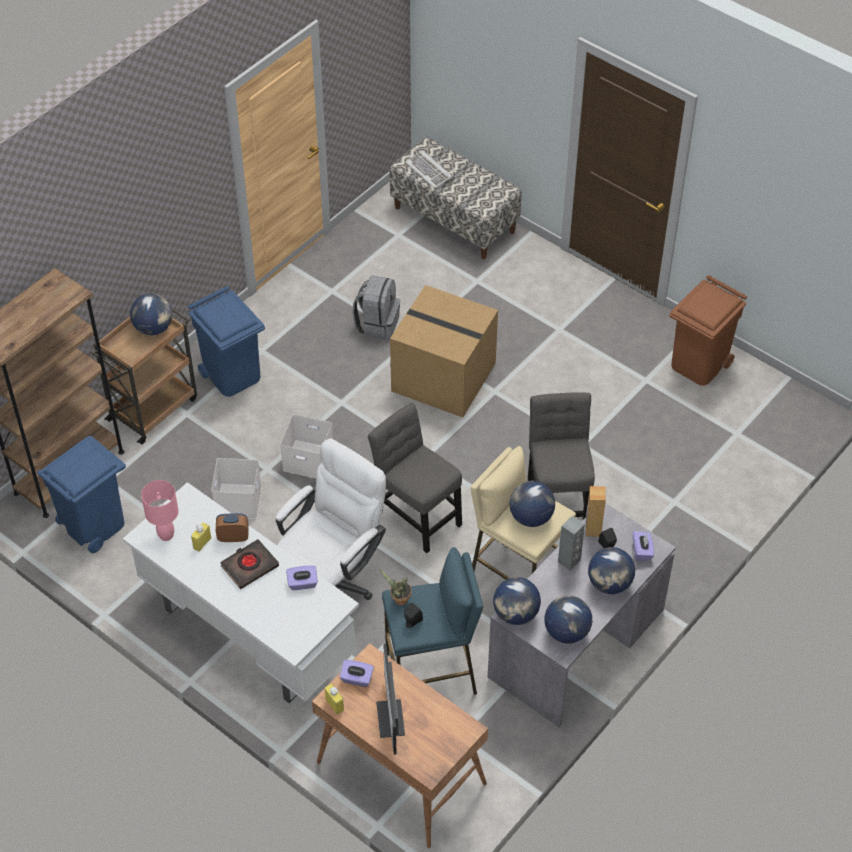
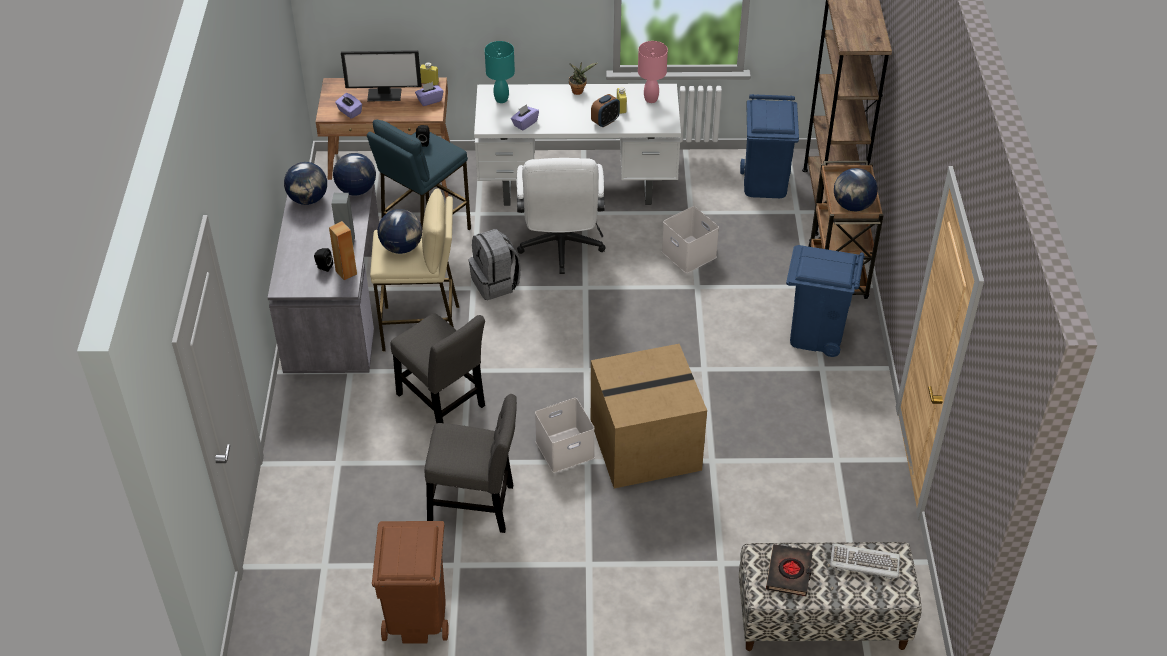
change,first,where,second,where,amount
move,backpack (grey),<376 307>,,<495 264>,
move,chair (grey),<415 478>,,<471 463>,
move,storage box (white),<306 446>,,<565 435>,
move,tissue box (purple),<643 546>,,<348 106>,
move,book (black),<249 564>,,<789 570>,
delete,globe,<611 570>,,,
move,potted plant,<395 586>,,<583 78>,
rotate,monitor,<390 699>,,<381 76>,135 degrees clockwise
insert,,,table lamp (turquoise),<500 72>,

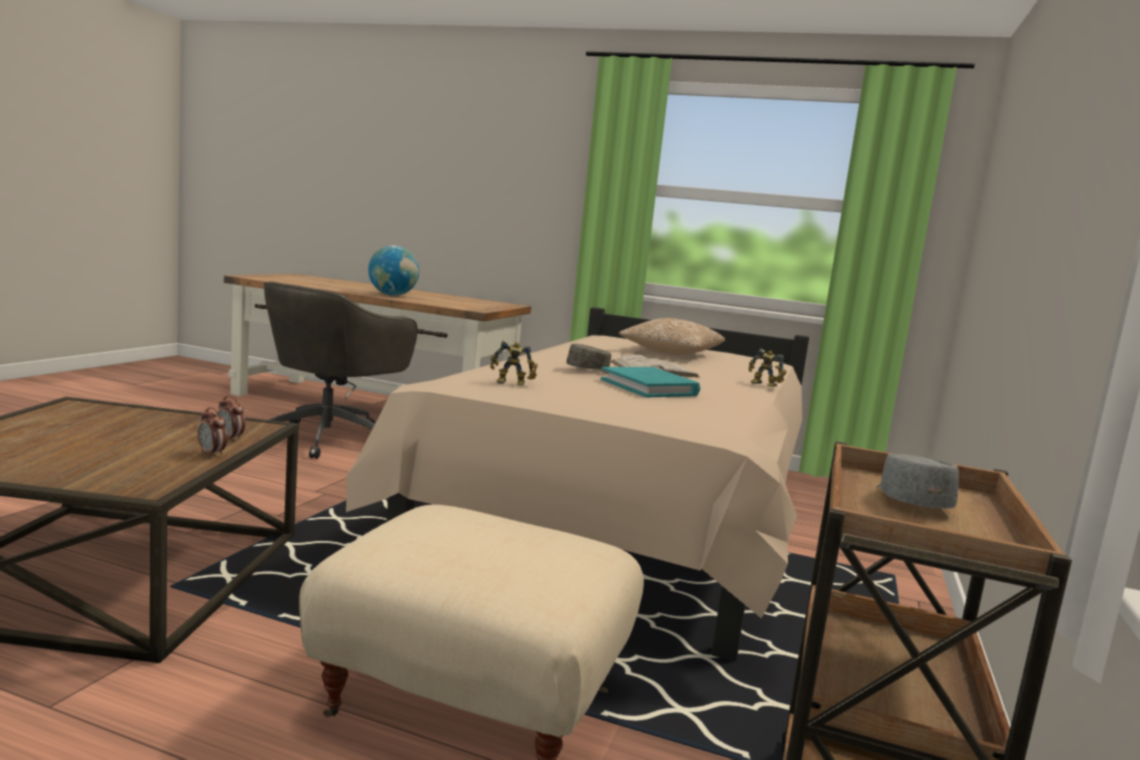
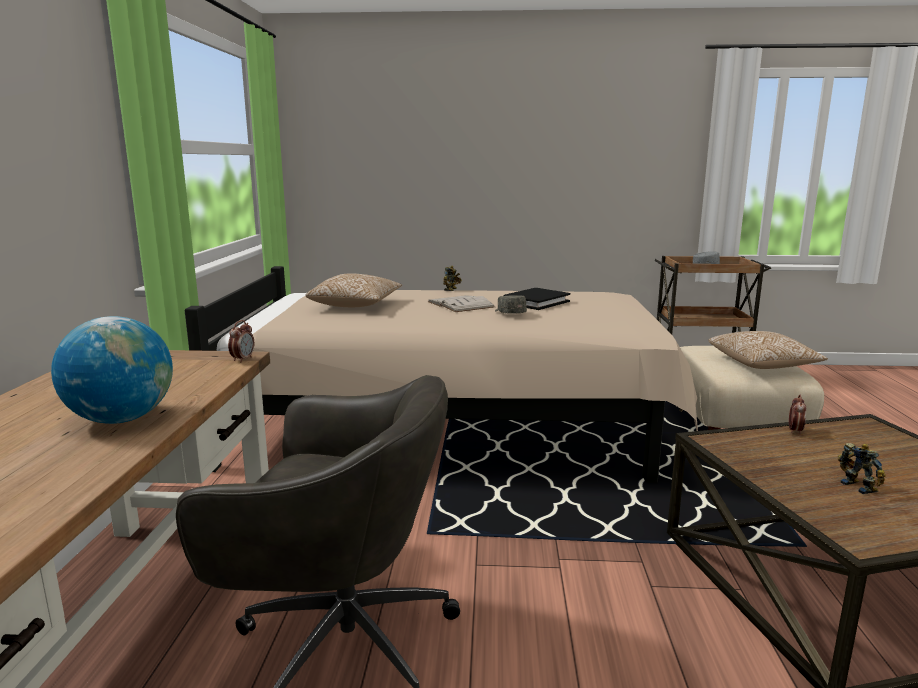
change,first,where,second,where,amount
move,toy robot,<514 363>,,<862 468>,
recolor,book (turquoise),<650 382>,book (black),<536 299>,
move,alarm clock,<230 418>,,<241 341>,
insert,,,pillow,<768 350>,

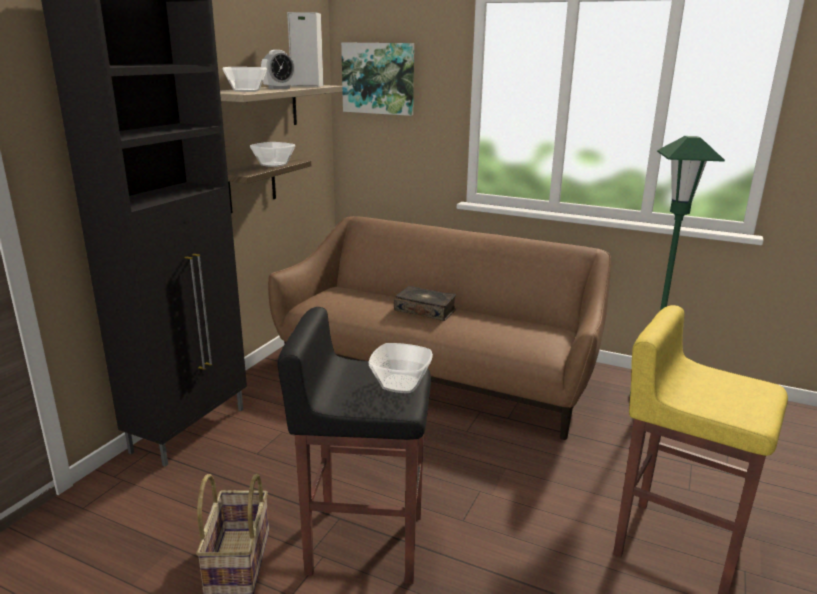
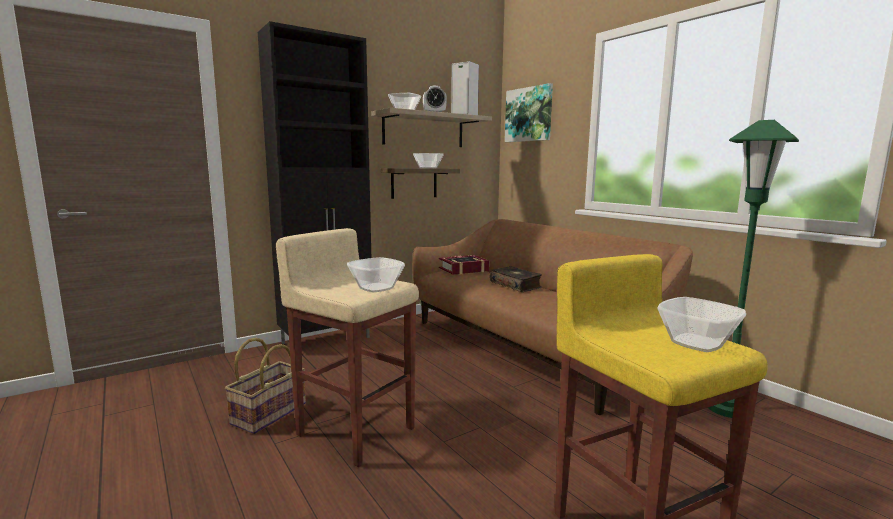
change,first,where,second,where,amount
recolor,stool (black),<354 445>,stool (beige),<347 347>,
insert,,,book,<464 265>,
insert,,,bowl,<701 324>,

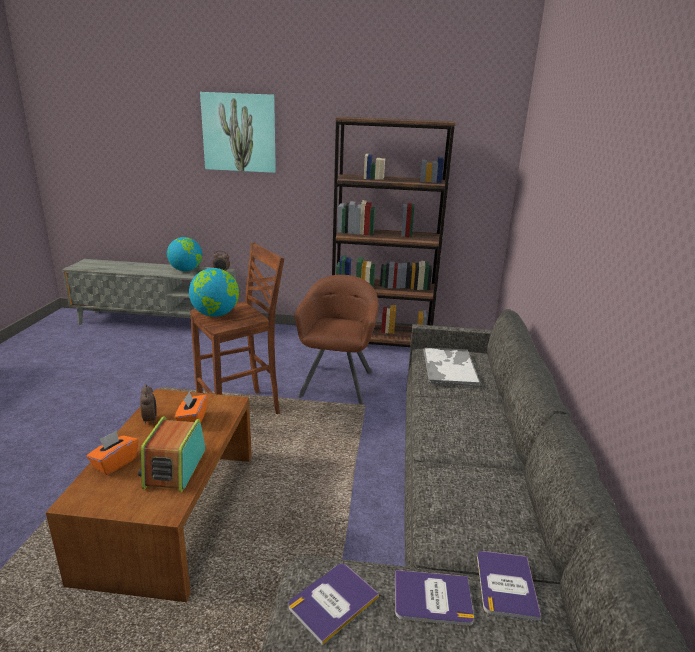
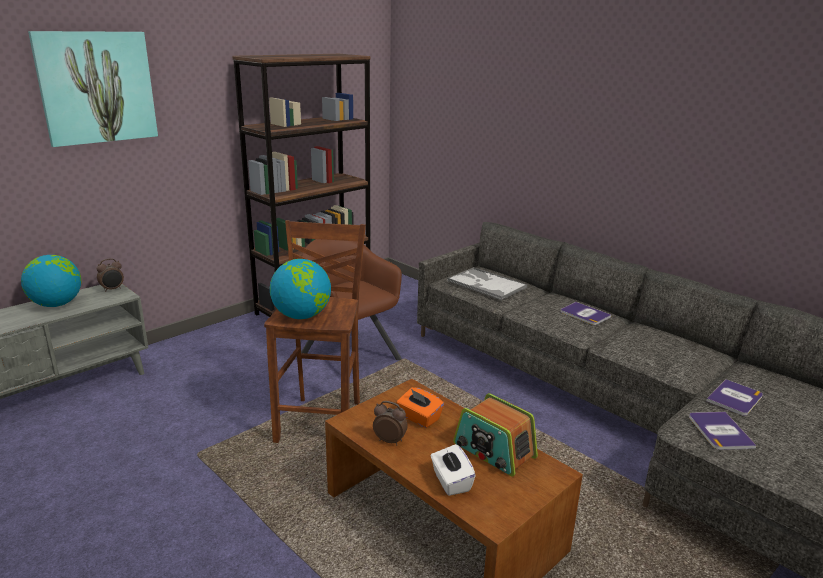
change,first,where,second,where,amount
recolor,tissue box (orange),<112 452>,tissue box (white),<453 470>,
move,book,<509 586>,,<586 313>,

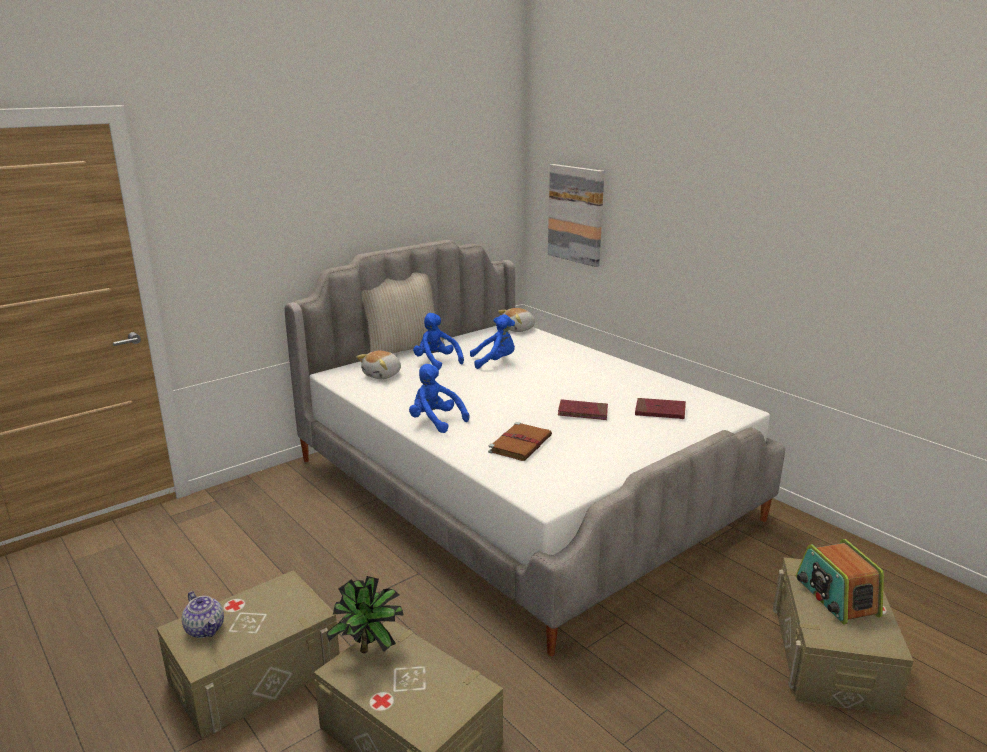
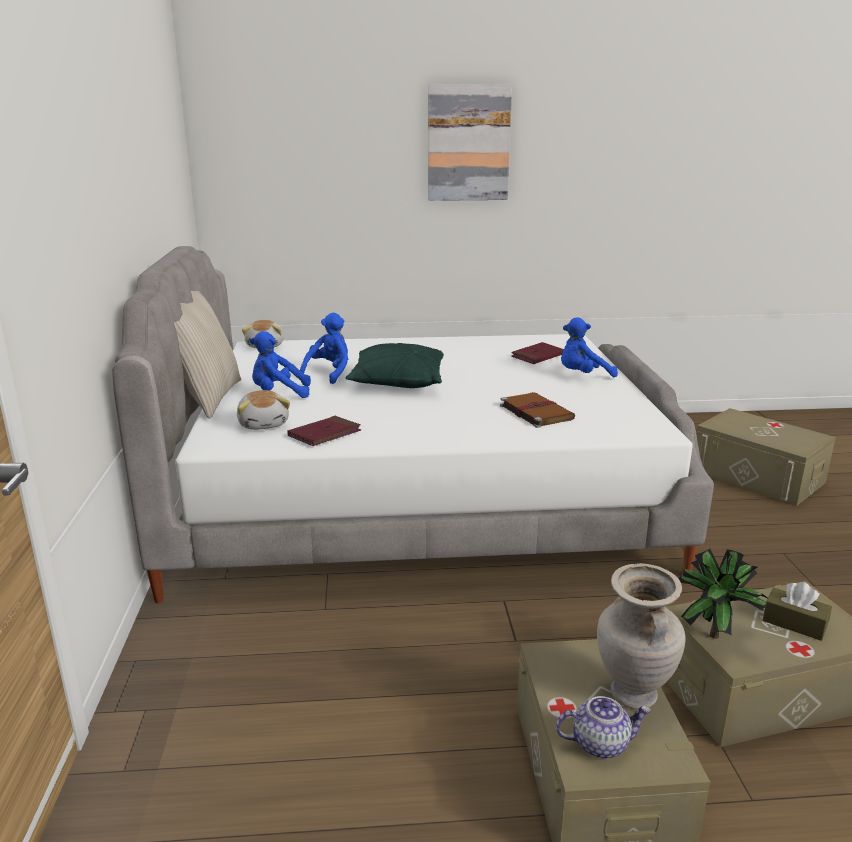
change,first,where,second,where,amount
move,picture,<576 215>,,<470 142>,
move,plush toy (blue),<439 398>,,<589 347>,
move,book (red),<583 409>,,<324 431>,
delete,radio,<840 581>,,,
insert,,,pillow (green),<394 365>,
insert,,,vase (beige),<641 636>,
insert,,,tissue box (brown),<797 611>,

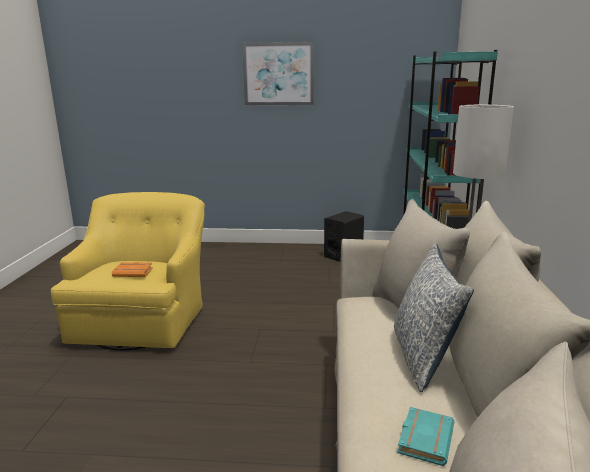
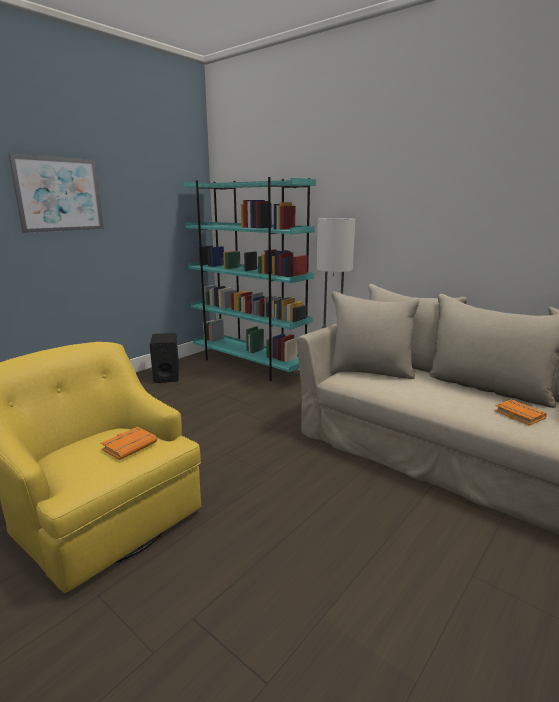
change,first,where,second,where,amount
delete,pillow,<434 317>,,,
recolor,book (turquoise),<425 436>,book (orange),<520 412>,

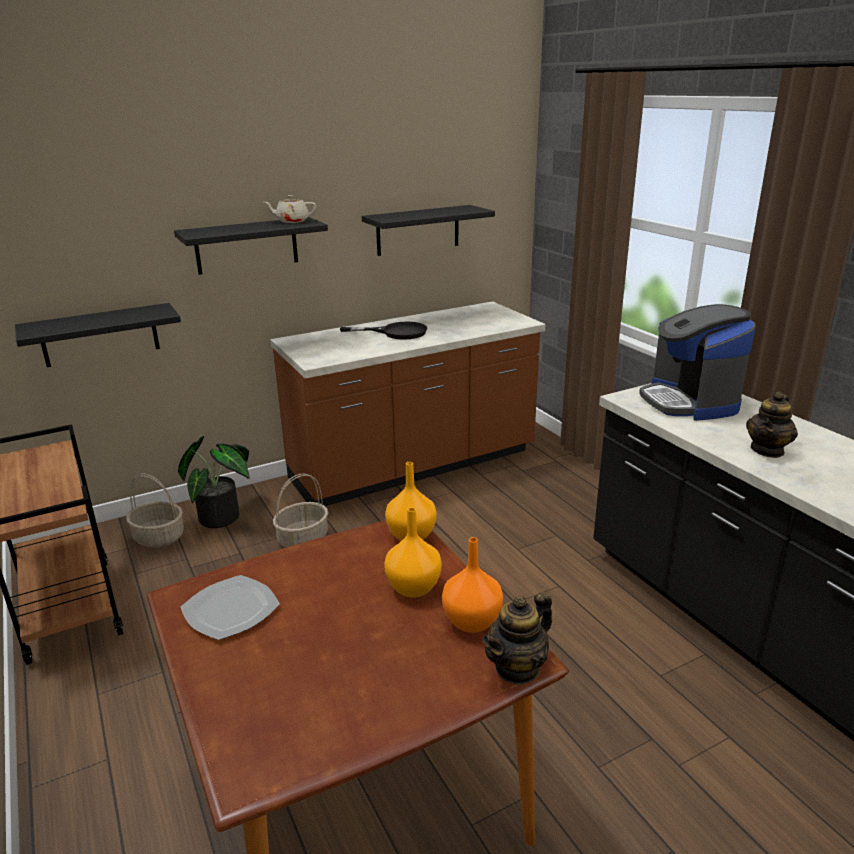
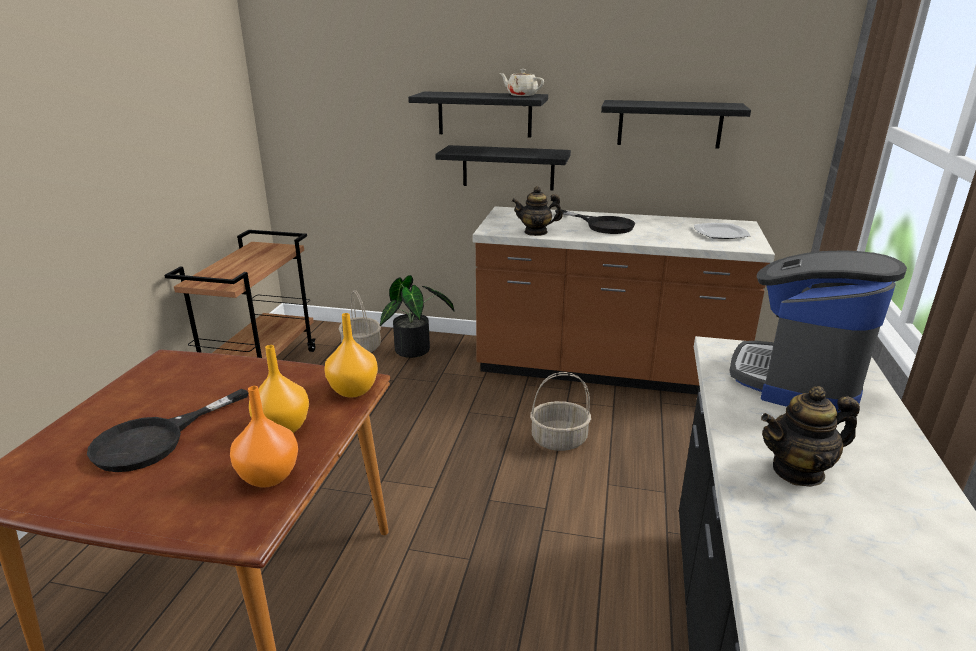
change,first,where,second,where,amount
move,shelf (black),<98 335>,,<503 167>,
move,basket,<300 510>,,<560 411>,
move,plate,<230 607>,,<722 231>,
move,teapot,<517 638>,,<537 211>,
insert,,,frying pan (black),<168 430>,

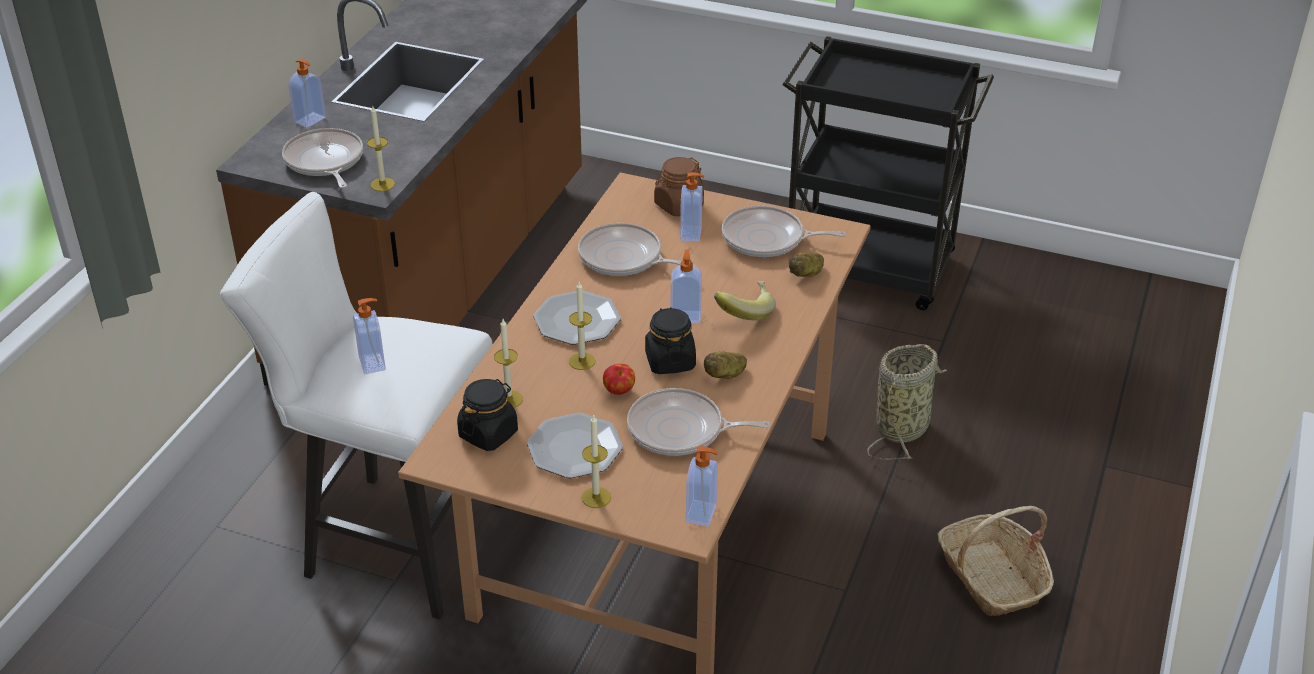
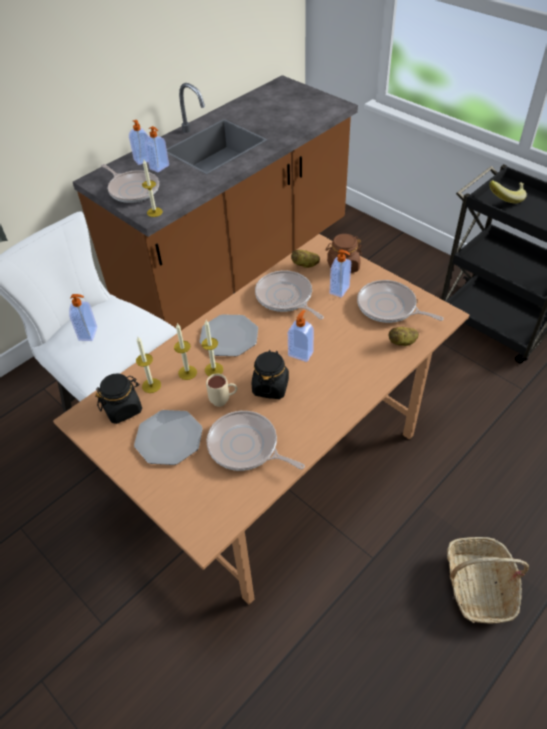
change,first,where,second,where,amount
rotate,frying pan,<322 158>,,<130 183>,135 degrees clockwise
move,banana,<745 300>,,<508 191>,
delete,basket,<907 401>,,,
move,potato,<725 365>,,<305 259>,
replace,apple,<619 379>,mug (beige),<221 390>,
move,candle,<596 461>,,<185 351>,
move,soap dispenser,<702 486>,,<157 149>,

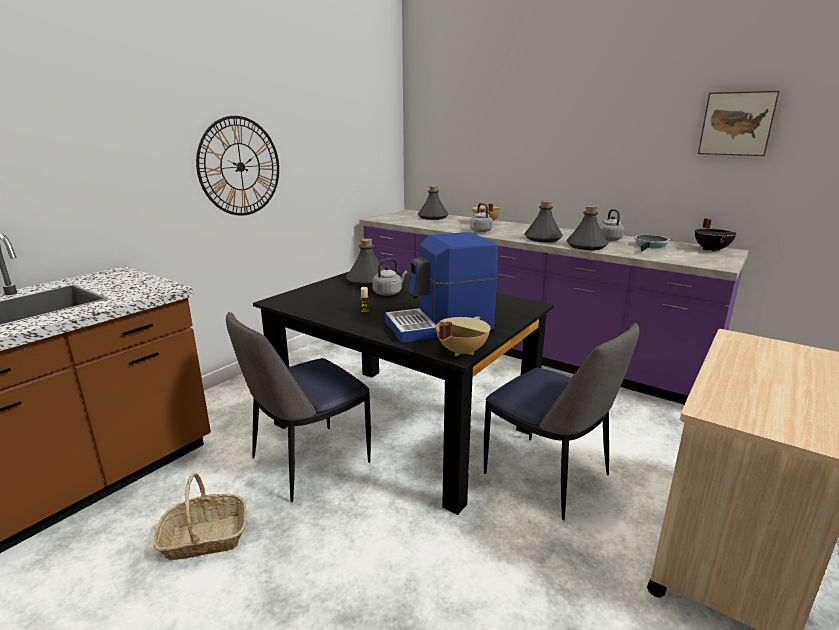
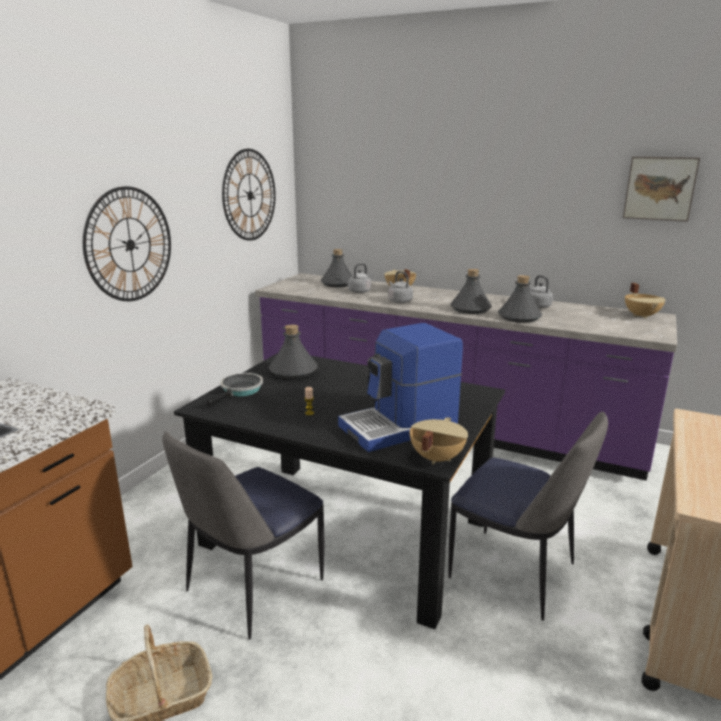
change,first,where,second,where,amount
recolor,cooking pot (black),<715 235>,cooking pot (beige),<645 301>,
move,frying pan,<652 243>,,<235 390>,
move,kettle (grey),<389 277>,,<361 278>,
insert,,,wall clock,<249 195>,

